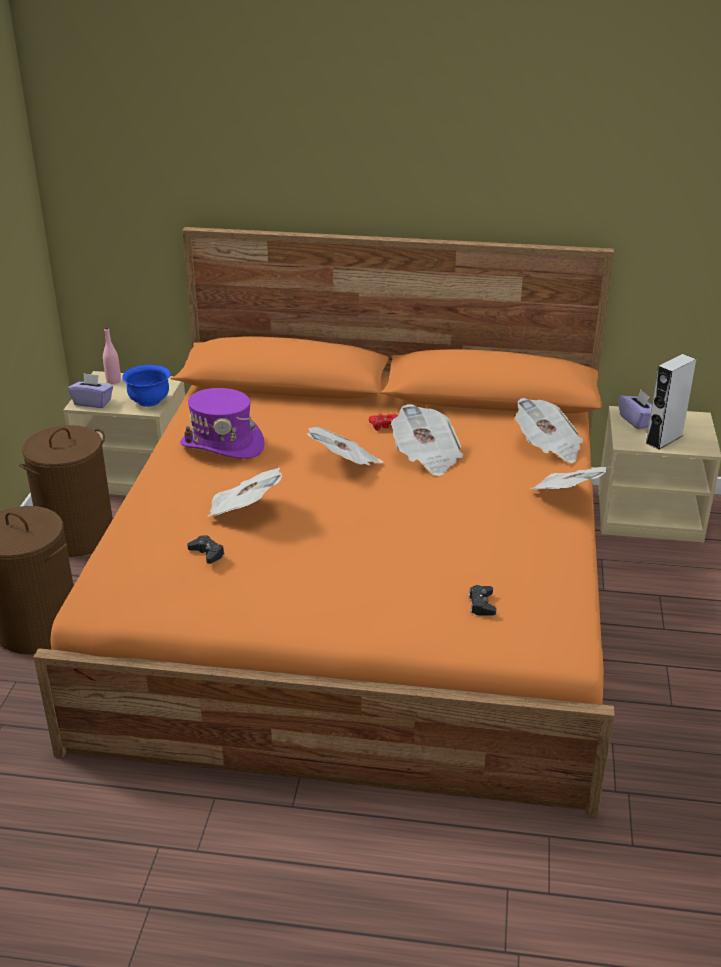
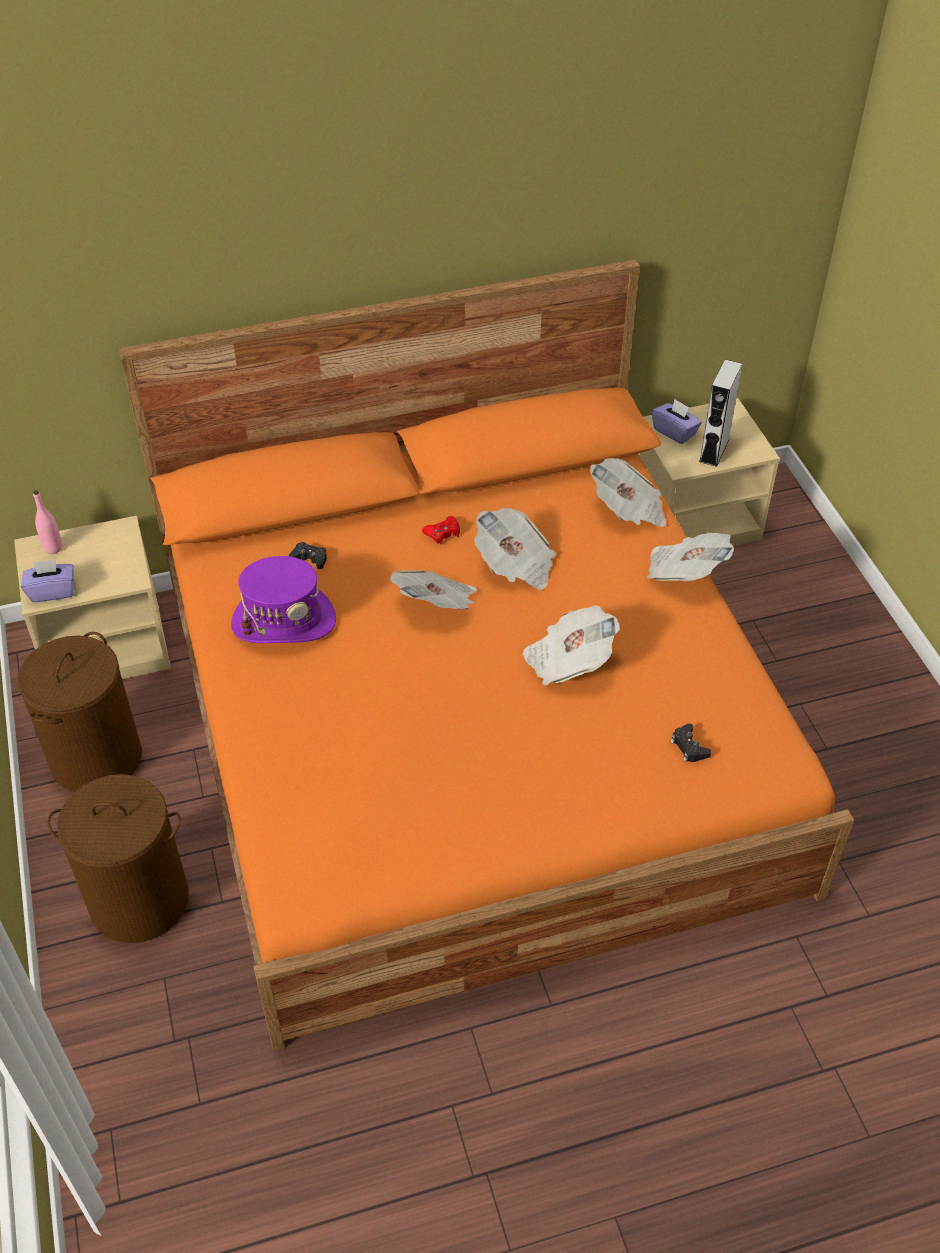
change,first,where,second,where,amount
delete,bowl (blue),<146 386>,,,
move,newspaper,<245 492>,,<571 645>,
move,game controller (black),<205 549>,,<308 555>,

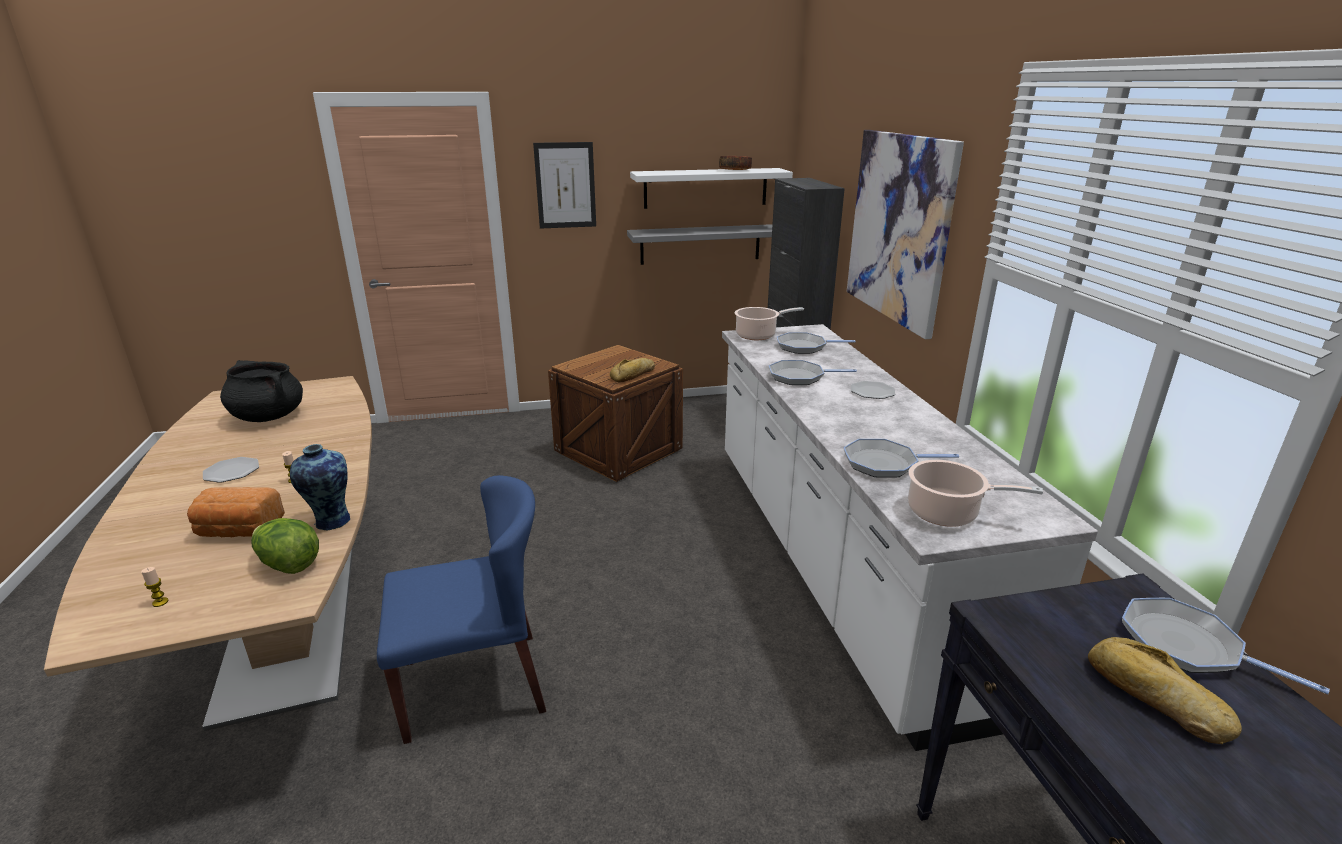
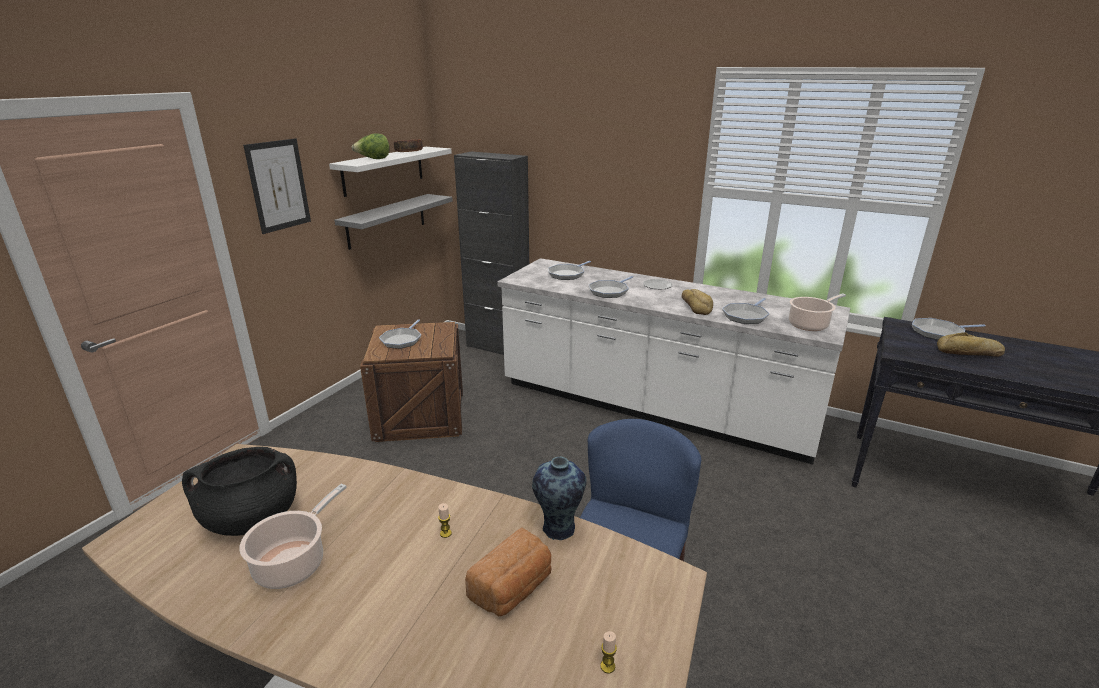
change,first,where,second,where,amount
delete,picture,<905 234>,,,
move,cooking pot,<769 323>,,<293 536>,
move,bread,<632 370>,,<697 302>,
delete,plate,<231 470>,,,
move,lettuce,<285 546>,,<370 146>,
insert,,,frying pan,<400 334>,

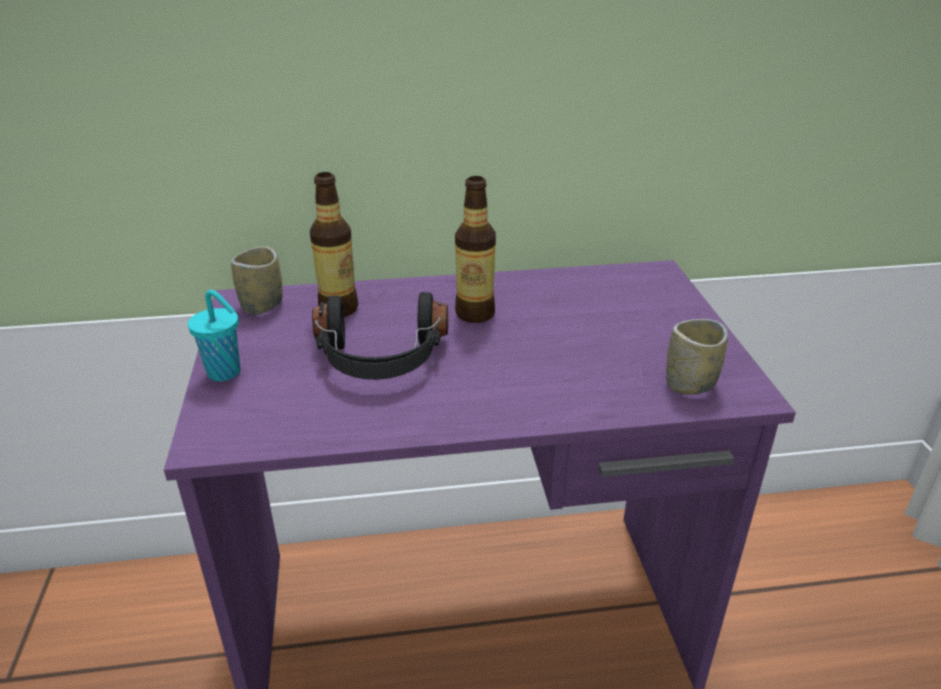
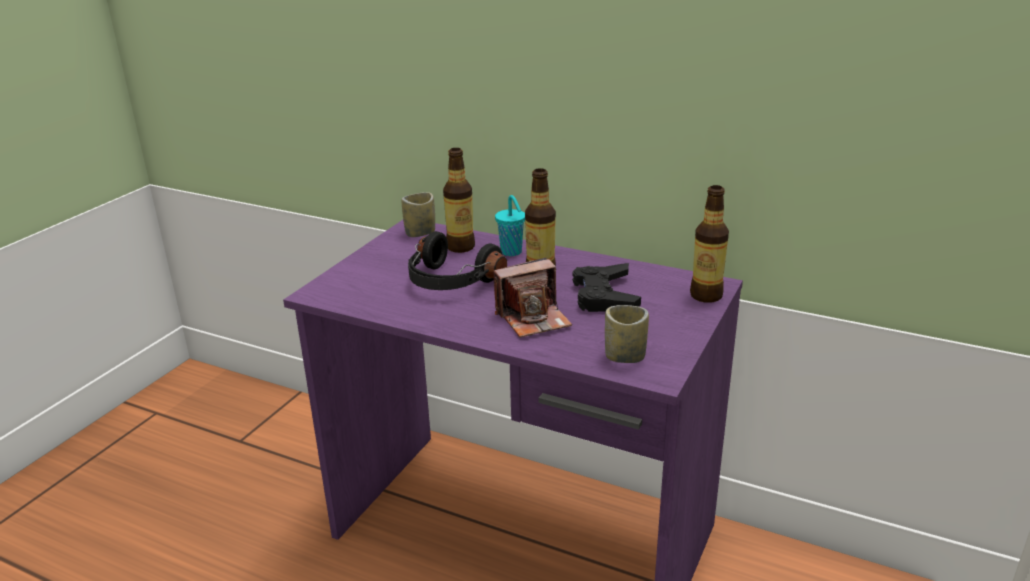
change,first,where,second,where,amount
move,cup (turquoise),<214 335>,,<510 225>,
insert,,,bottle,<709 244>,
insert,,,photo camera,<532 297>,
insert,,,game controller (black),<606 287>,

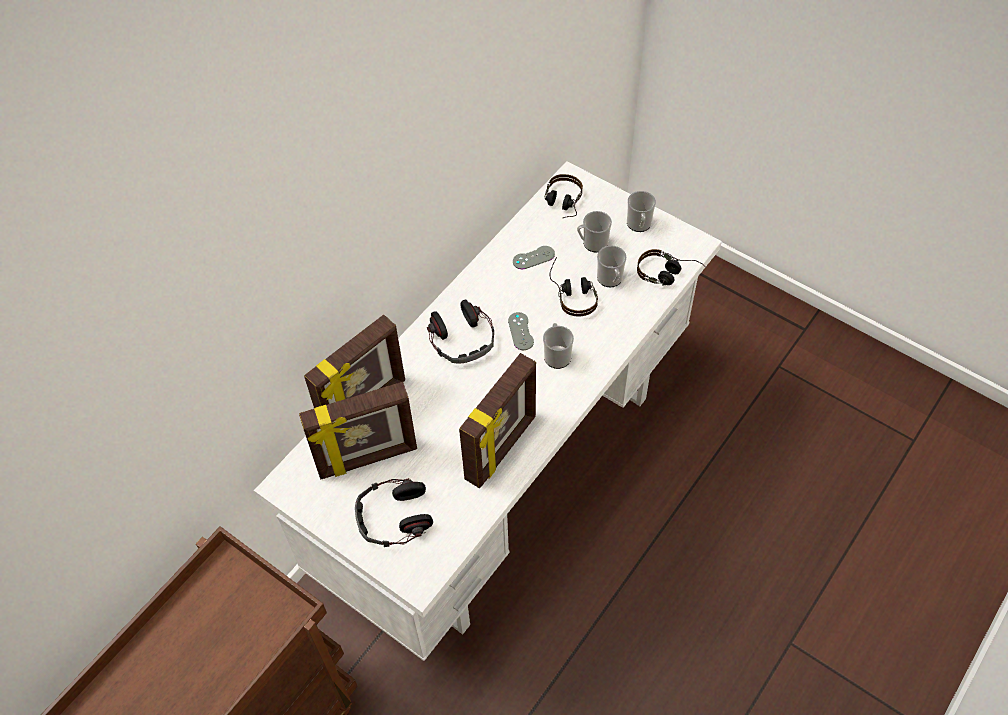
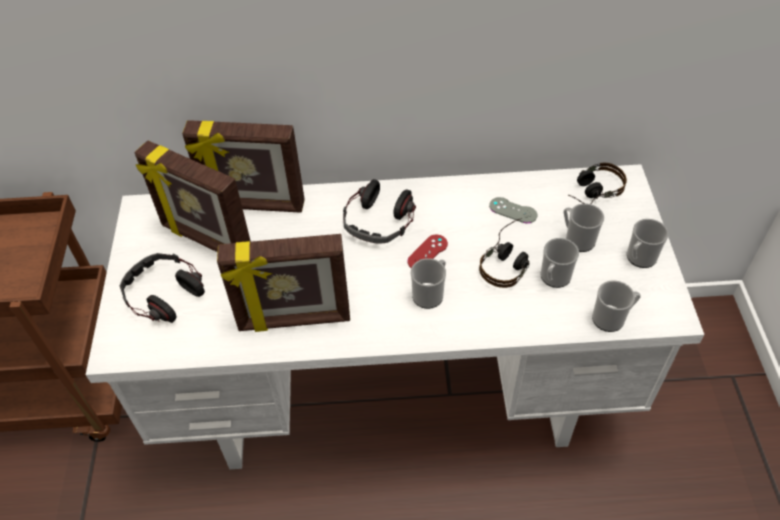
change,first,where,second,where,amount
replace,headphones,<671 267>,mug,<616 306>,
recolor,game controller (grey),<521 331>,game controller (red),<427 251>,

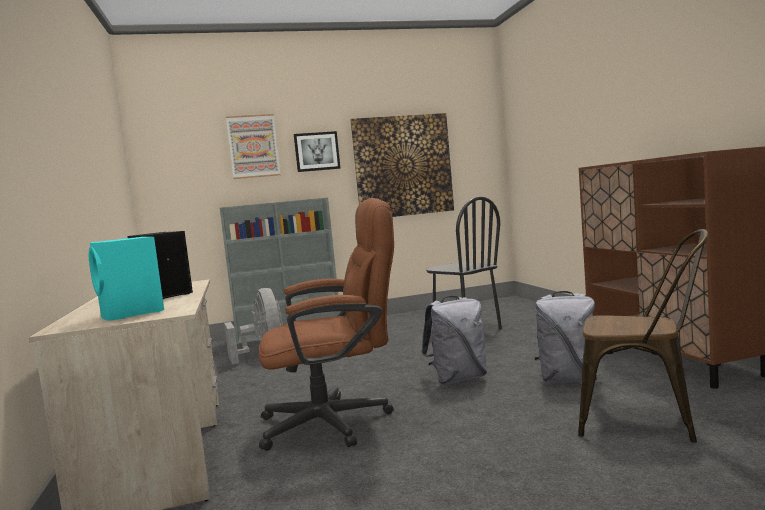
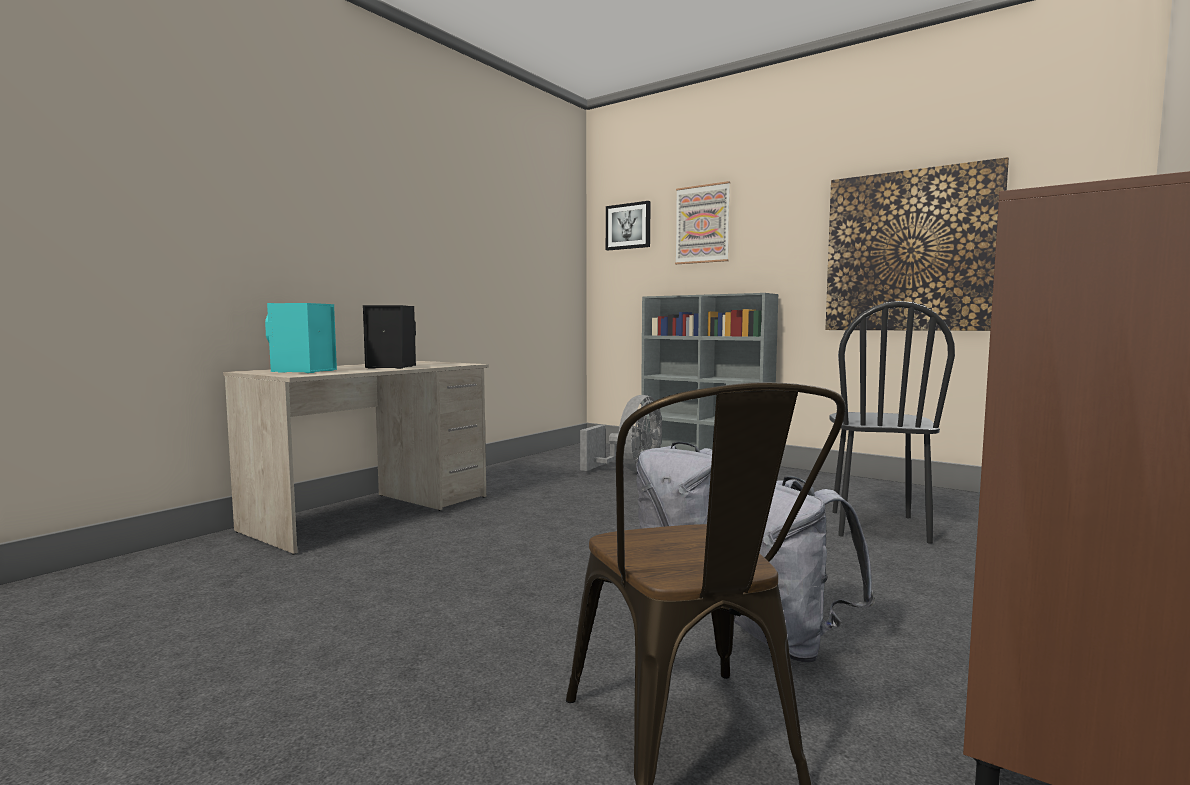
change,first,where,second,where,amount
move,picture,<317 151>,,<628 225>,
delete,office chair (brown),<326 324>,,,

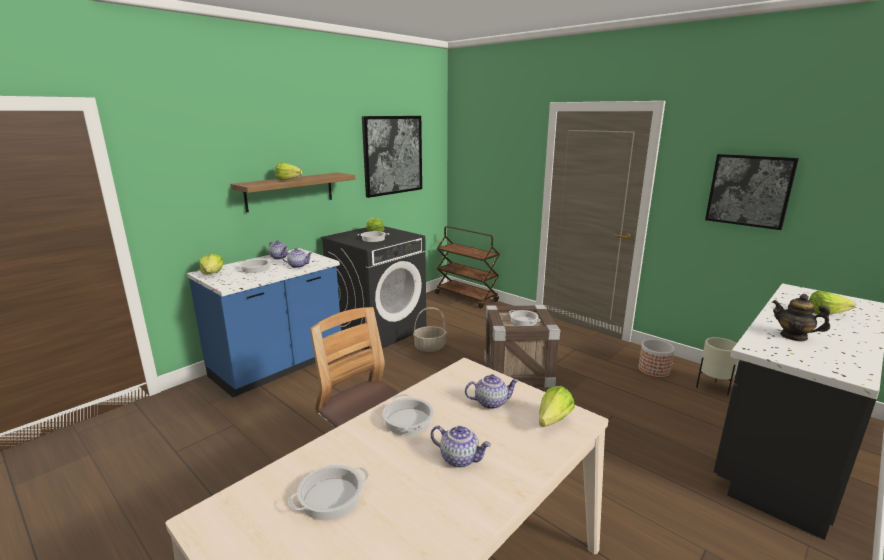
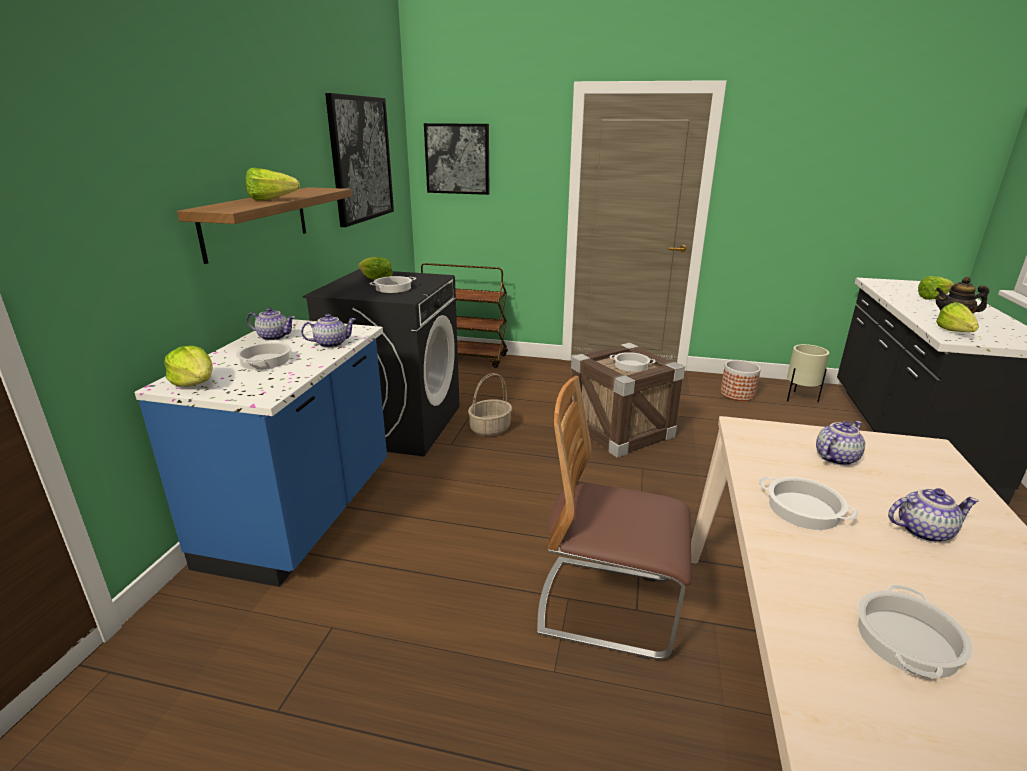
change,first,where,second,where,amount
move,picture,<752 192>,,<457 159>,
move,lettuce,<557 406>,,<957 317>,

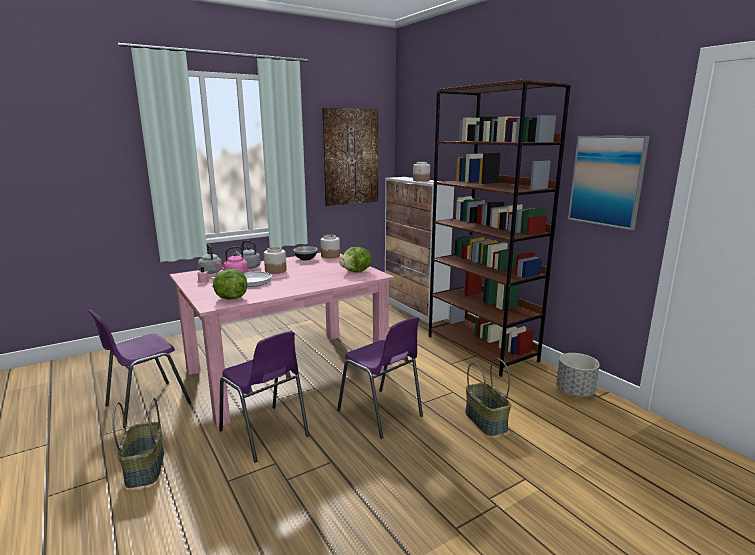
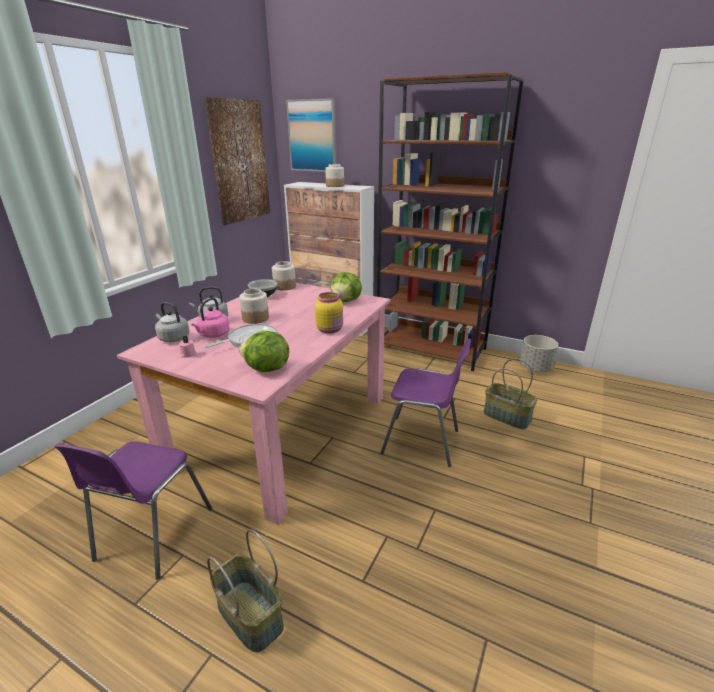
change,first,where,second,where,amount
move,picture,<609 183>,,<311 135>,
delete,chair (purple),<264 397>,,,
insert,,,jar (yellow),<329 313>,

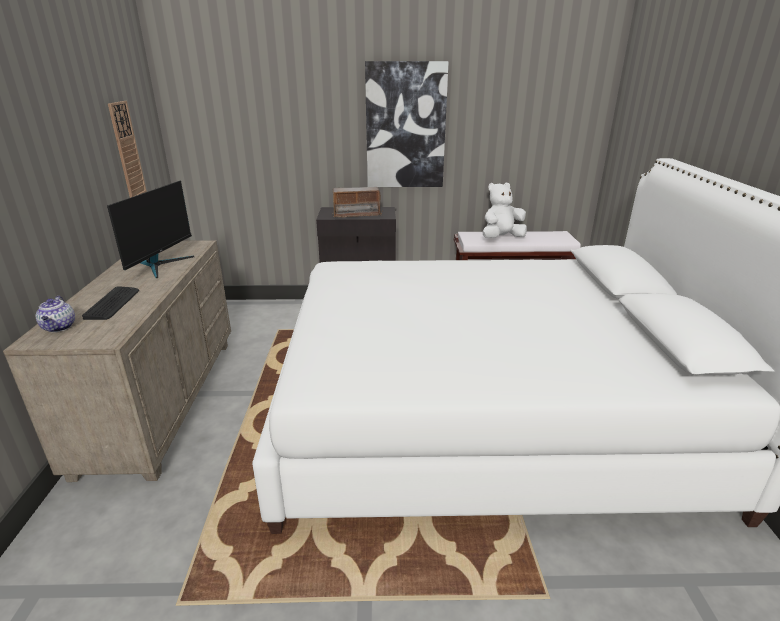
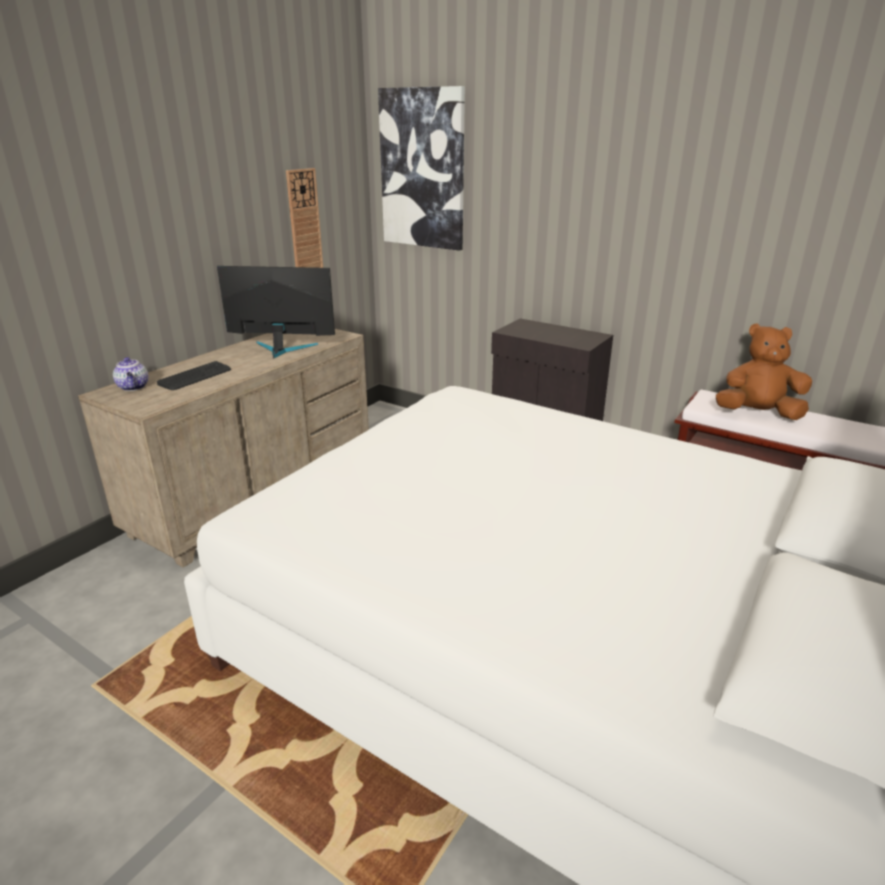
change,first,where,second,where,amount
move,picture,<407 124>,,<421 168>,
rotate,monitor,<150 229>,,<276 312>,135 degrees counterclockwise
recolor,plush toy (white),<505 210>,plush toy (brown),<764 371>,
delete,radio,<357 202>,,,
rotate,teapot,<55 314>,,<131 374>,45 degrees counterclockwise

